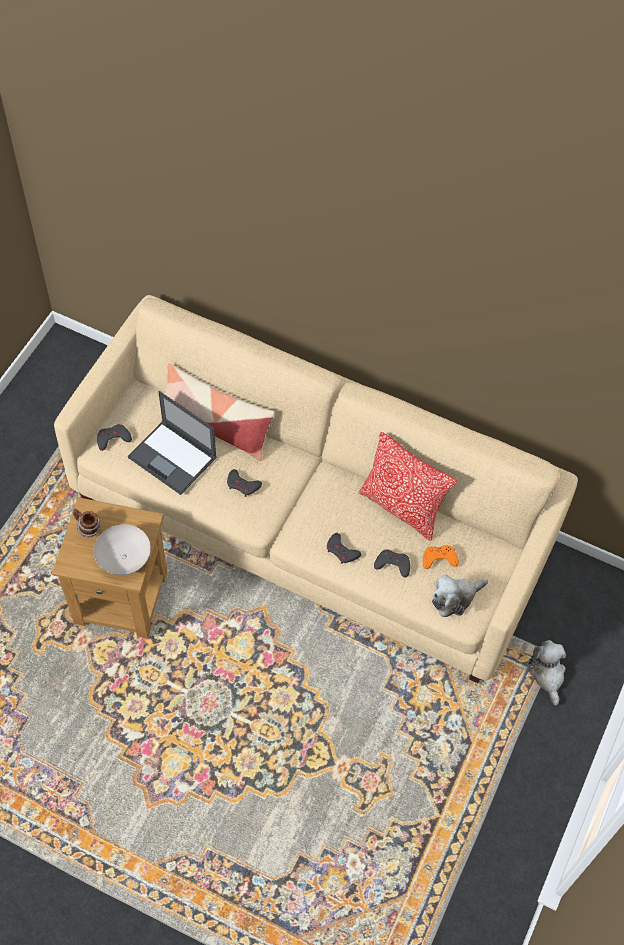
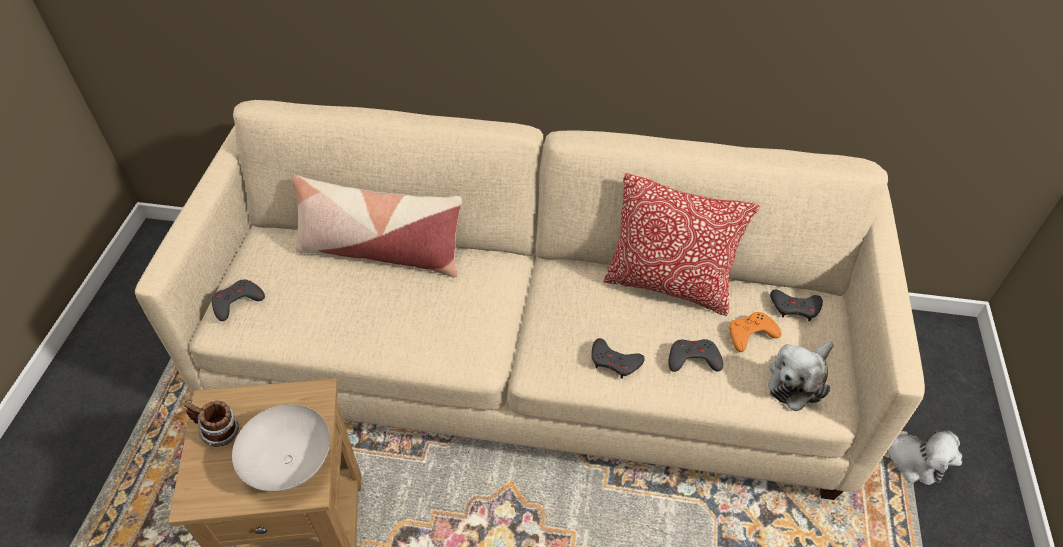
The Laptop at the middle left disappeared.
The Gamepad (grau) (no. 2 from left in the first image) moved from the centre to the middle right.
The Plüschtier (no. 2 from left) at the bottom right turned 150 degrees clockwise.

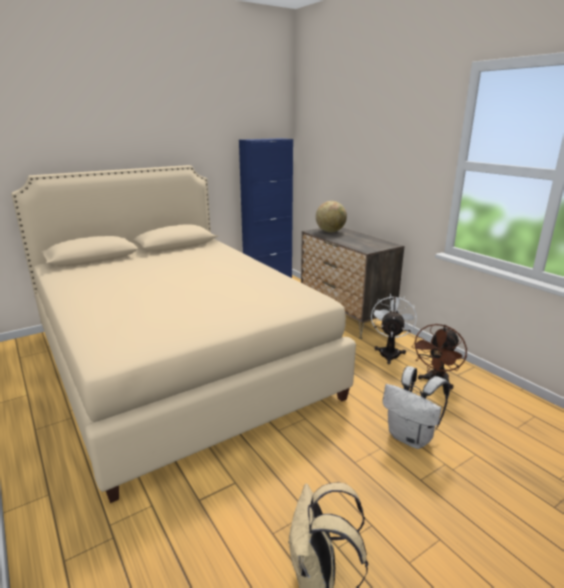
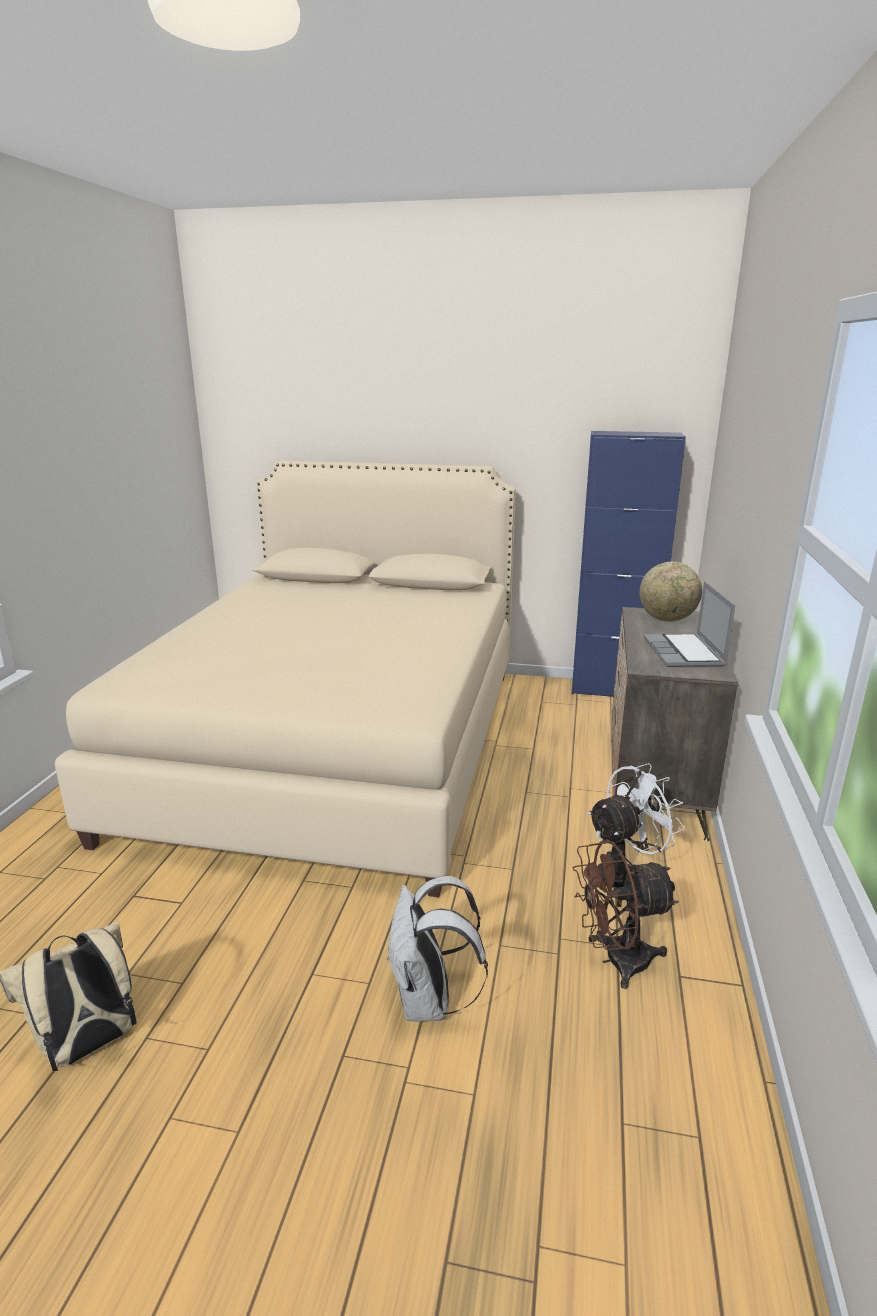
The Laptop at the middle right appeared.

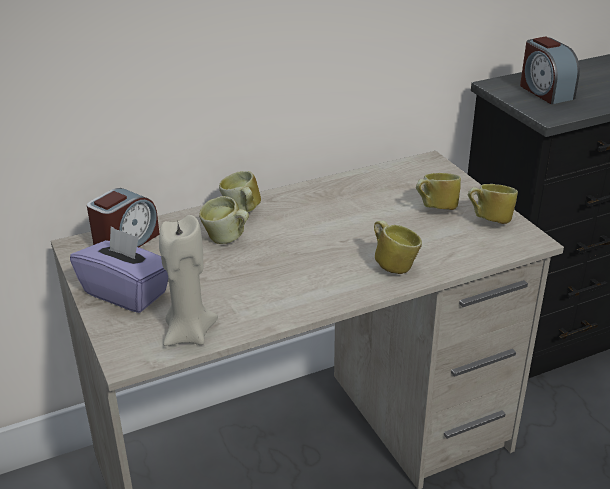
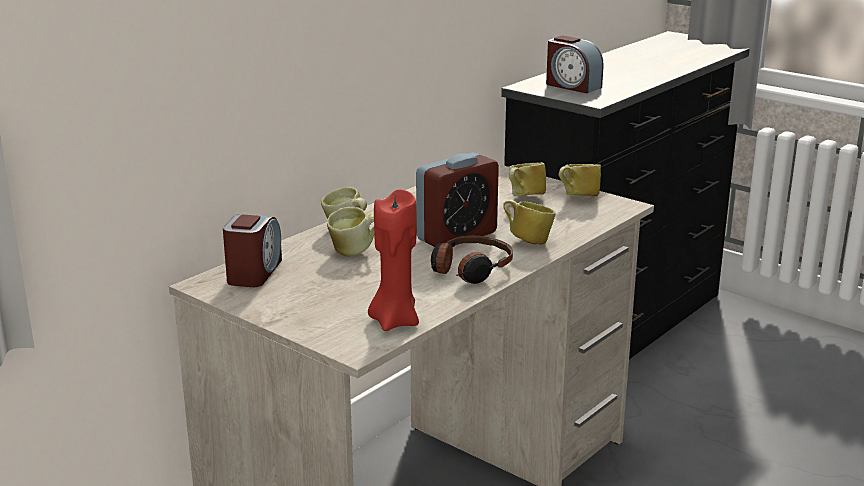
The Taschentuchbox (lila) at the middle left disappeared.
The Kerze (beige) at the middle left became the Kerze (rot) at the centre.
The Wecker (no. 2 from left) at the centre appeared.
The Kopfhörer at the centre appeared.

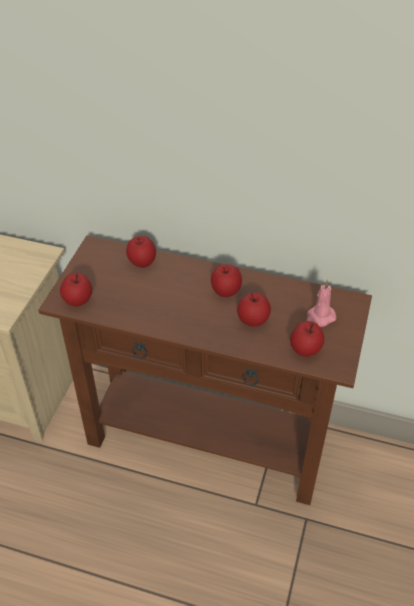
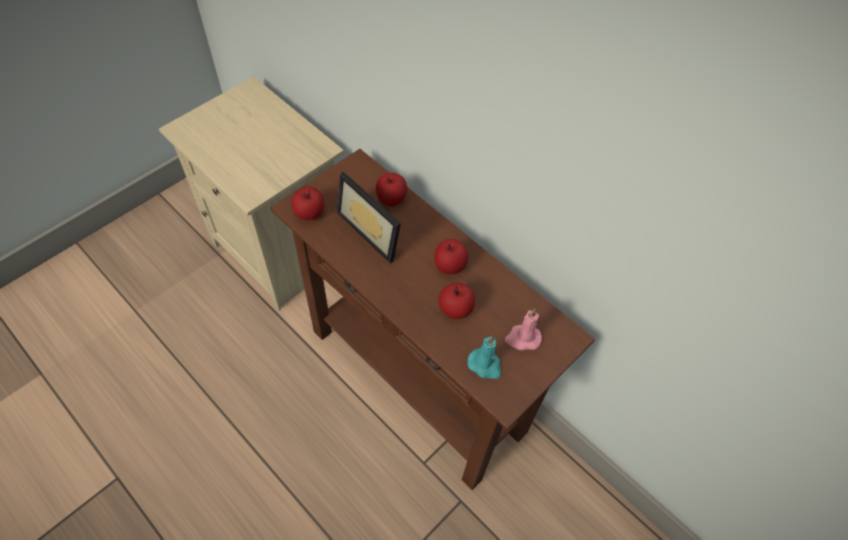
The Apfel (no. 5 from left) at the middle right was replaced by the Kerze (türkis) at the centre.
The Bilderrahmen at the centre appeared.

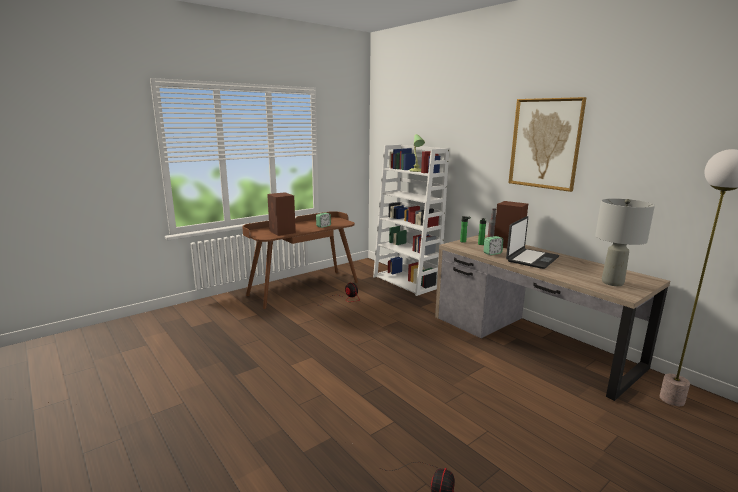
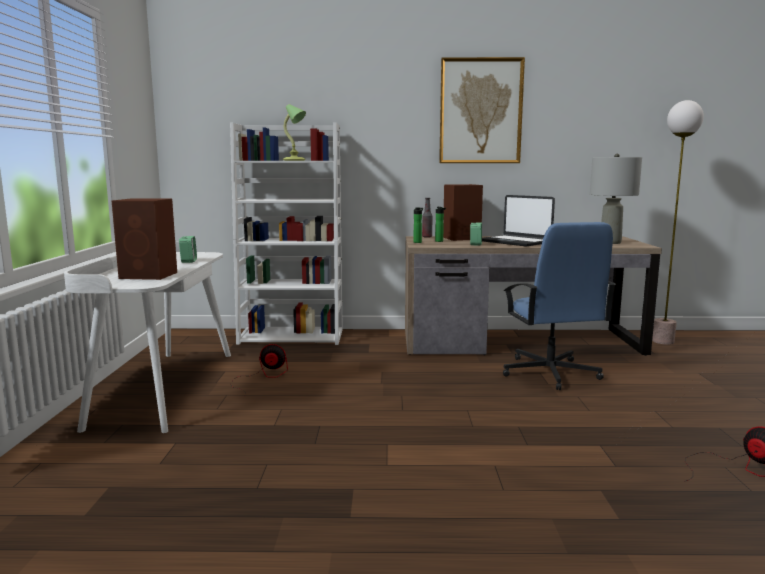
The Schreibtisch (braun) (no. 1 from left) at the centre became the Schreibtisch (weiß) at the middle left.
The Laptop at the middle right turned 150 degrees clockwise.
The Bürostuhl (blau) at the middle right appeared.

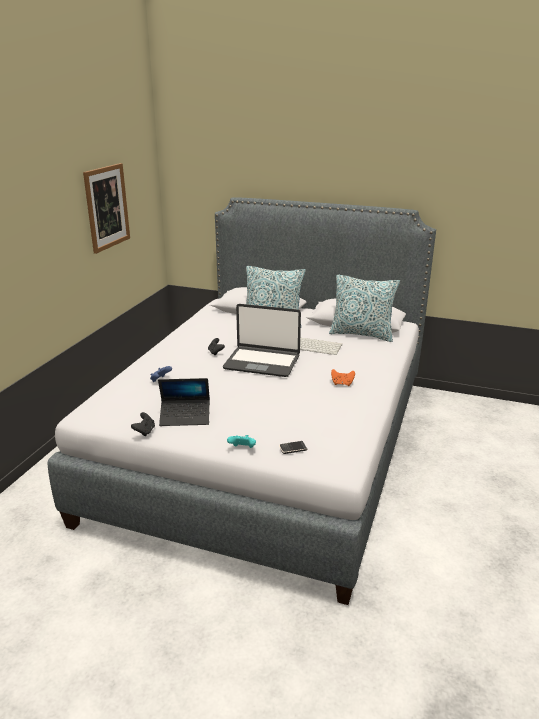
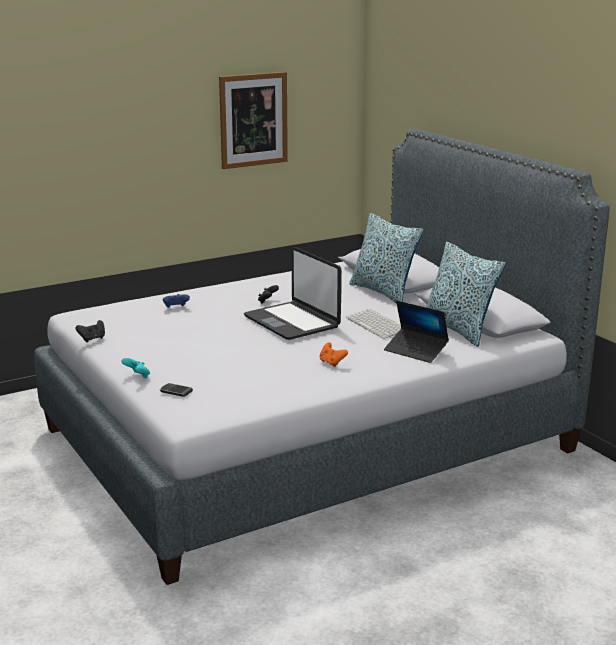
The Laptop (no. 1 from left in the first image) moved from the centre to the middle right.

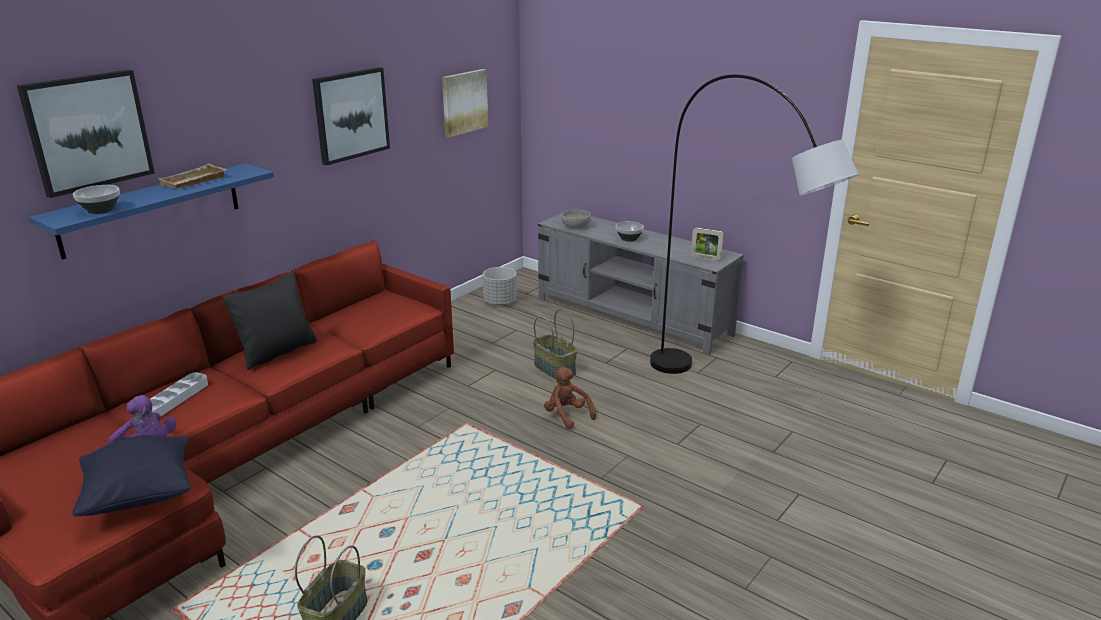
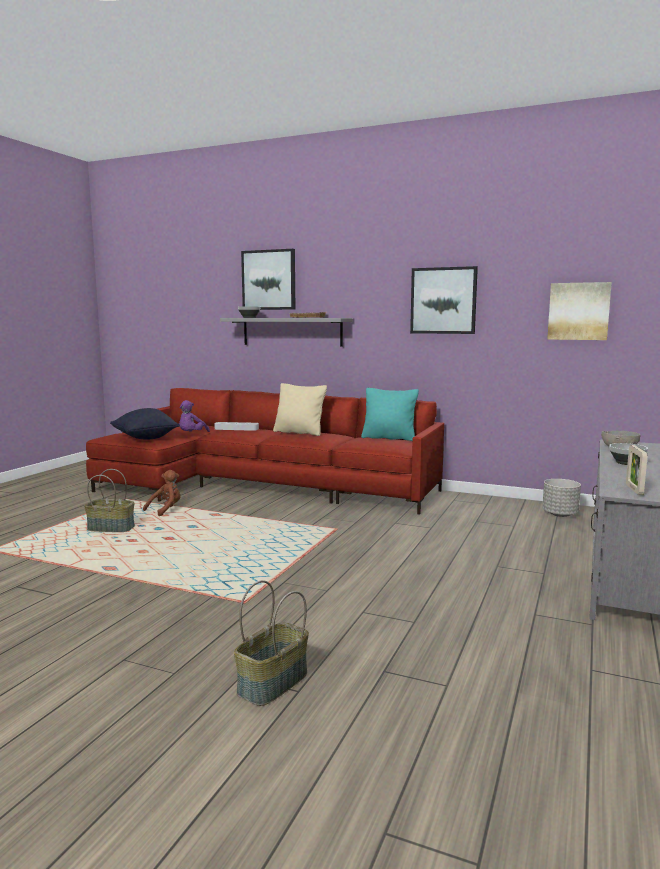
The Wandregal (blau) at the middle left became the Wandregal (grau) at the centre.
The Kissen (schwarz) (no. 2 from left) at the middle left became the Kissen (beige) at the centre.
The Korb (no. 2 from left) moved from the centre to the bottom centre.
The Plüschtier (braun) moved from the centre to the middle left.
The Stehlampe (grau) at the middle right disappeared.
The Kissen (türkis) at the centre appeared.

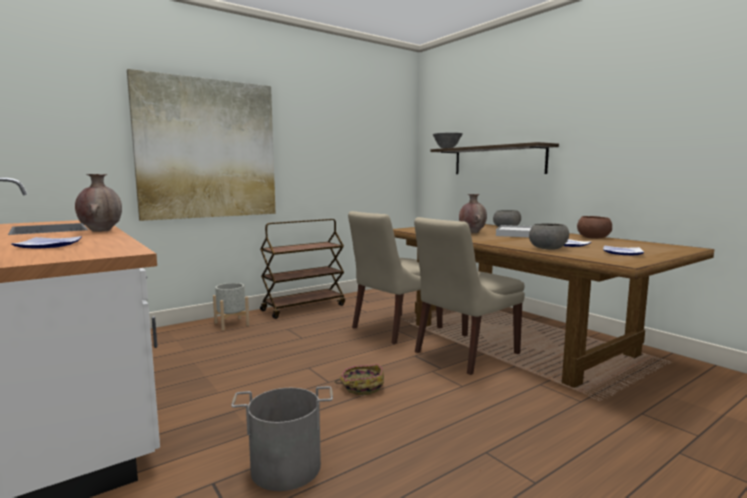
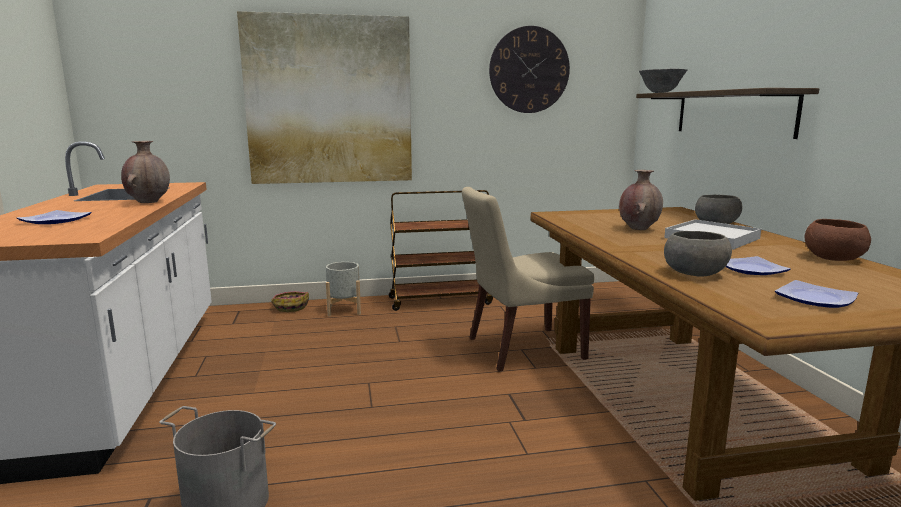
The Korb moved from the bottom centre to the middle left.
The Stuhl (beige) (no. 2 from left) at the centre disappeared.
The Wanduhr at the top centre appeared.

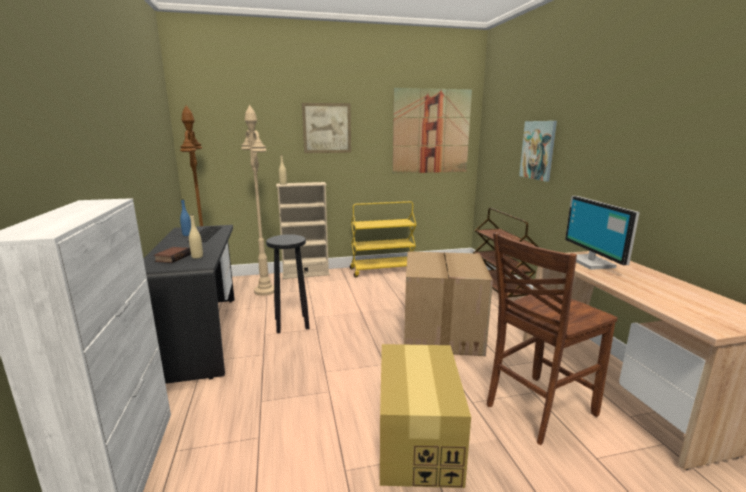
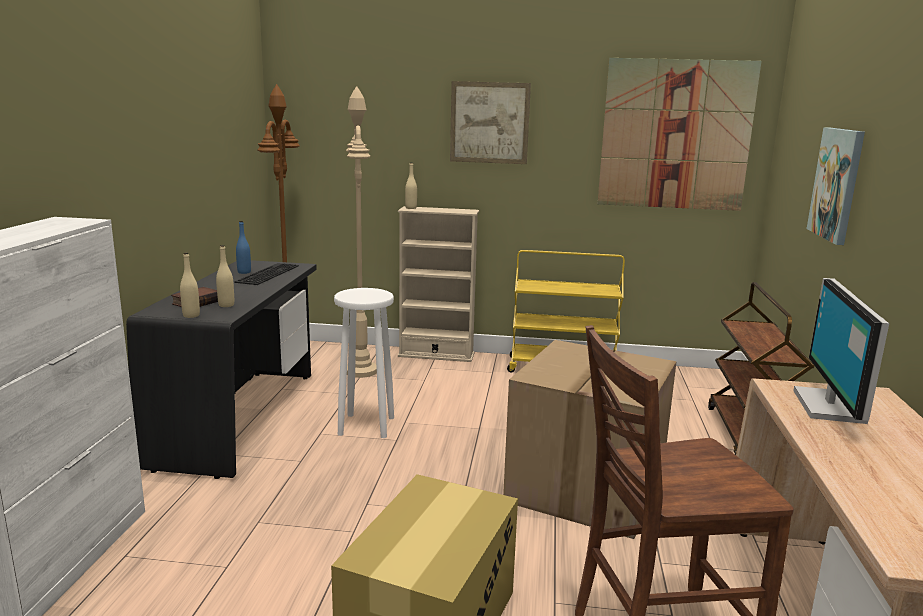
The Hocker (schwarz) at the centre became the Hocker (weiß) at the centre.
The Flasche (beige) (no. 1 from left) at the middle left appeared.

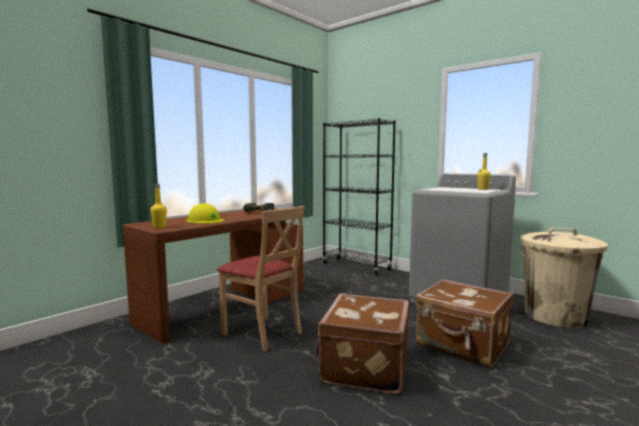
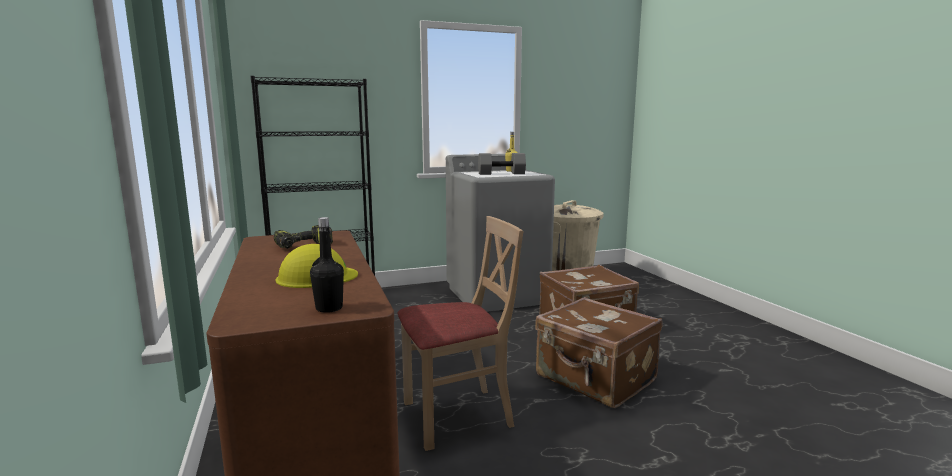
The Flasche (gelb) (no. 1 from left) at the middle left became the Flasche (schwarz) at the centre.
The Hantel (grau) at the centre appeared.

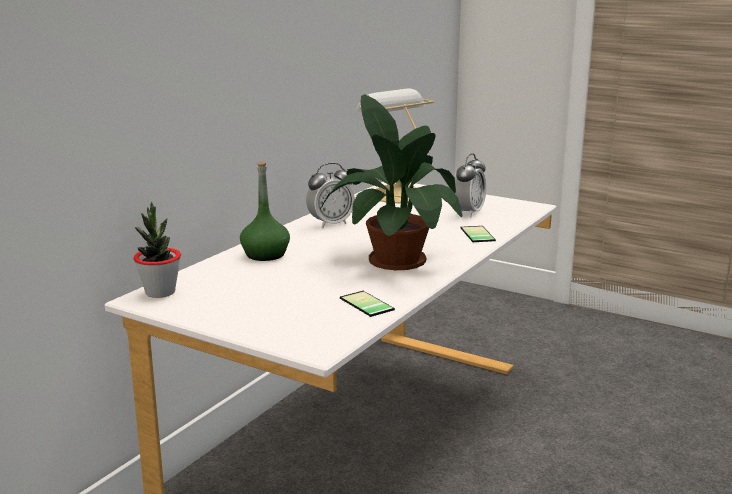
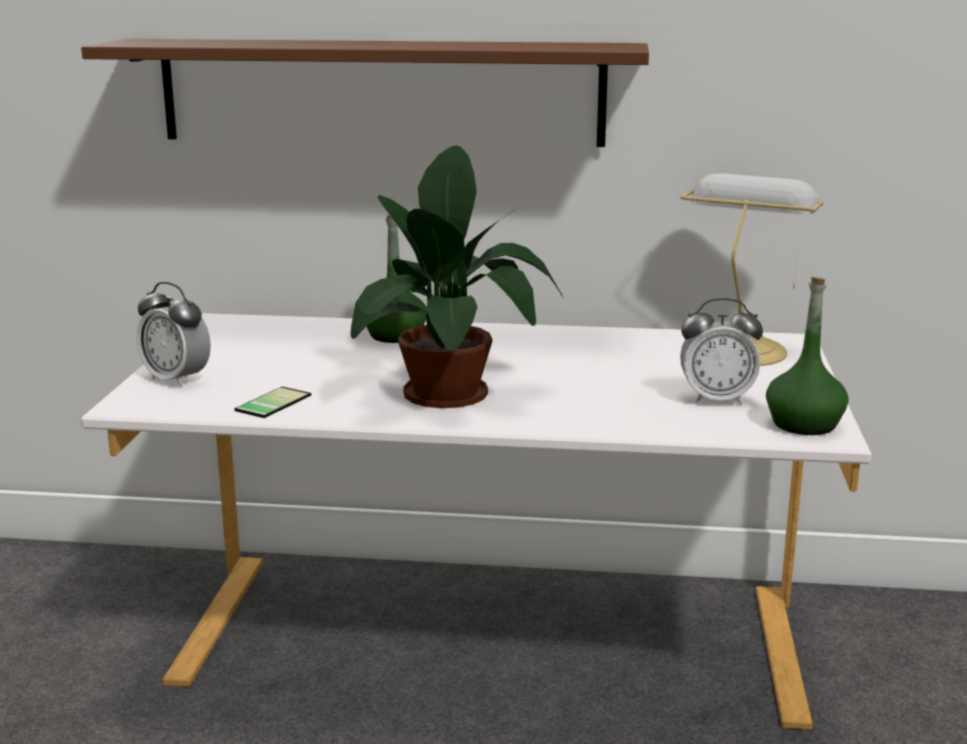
The Topfpflanze (no. 1 from left) at the middle left disappeared.
The Wecker (no. 1 from left) moved from the centre to the middle left.
The Handy (no. 2 from left) at the centre disappeared.
The Wandregal (braun) at the top centre appeared.
The Flasche (grün) (no. 2 from left) at the middle right appeared.

